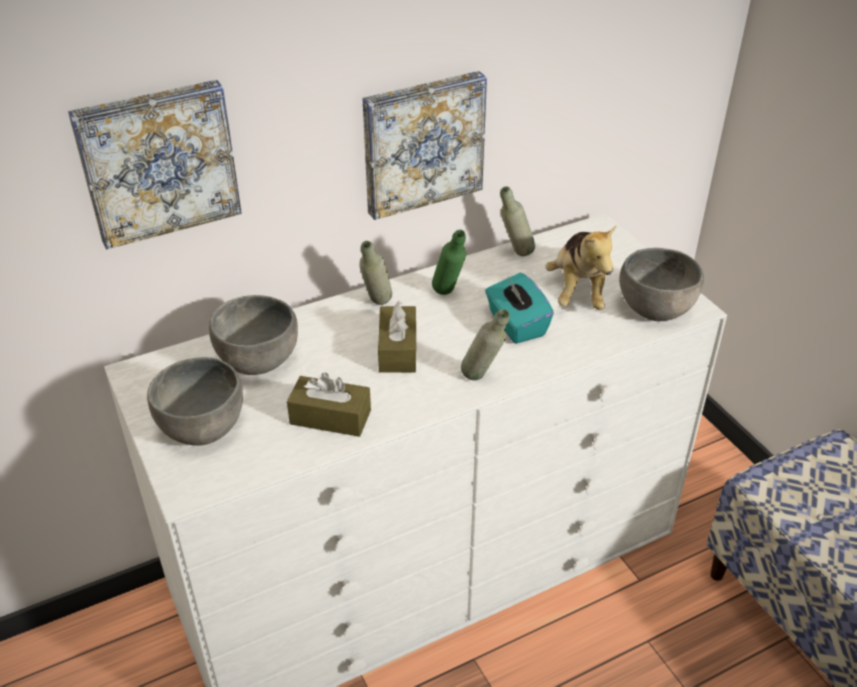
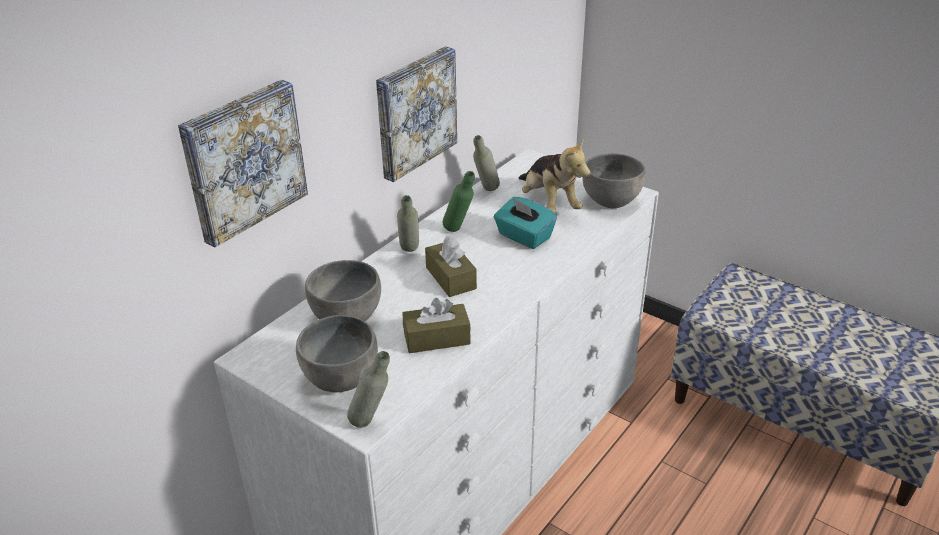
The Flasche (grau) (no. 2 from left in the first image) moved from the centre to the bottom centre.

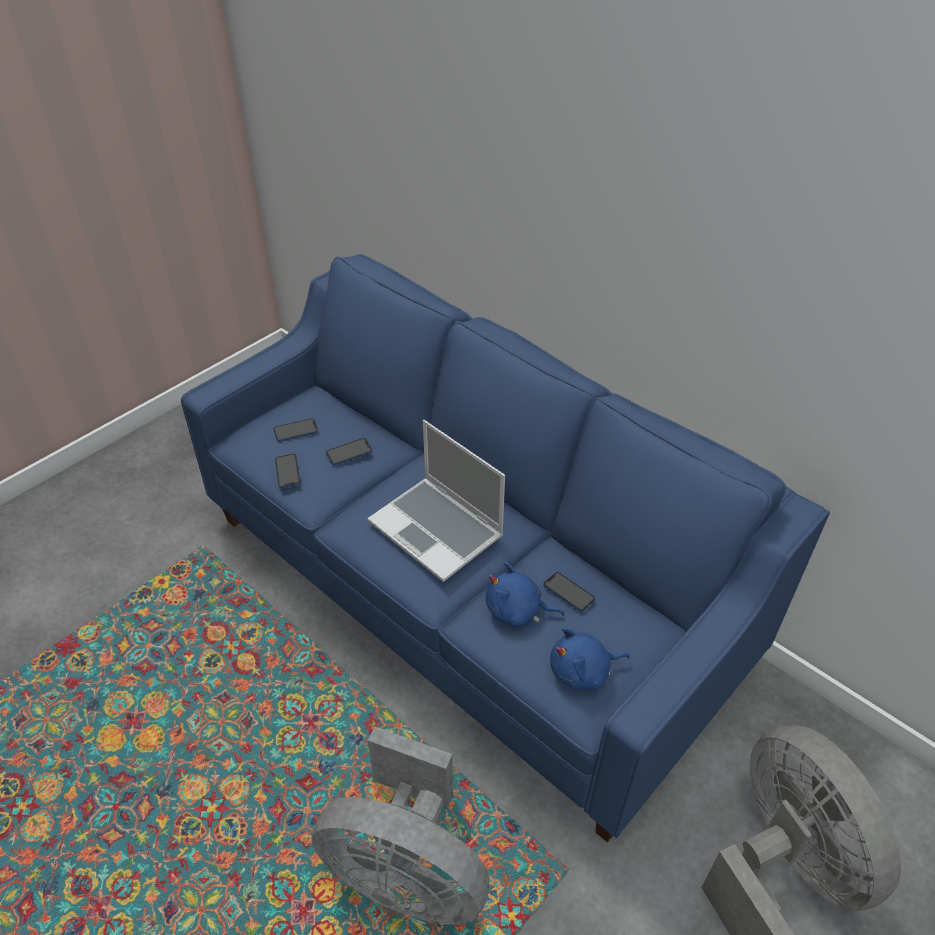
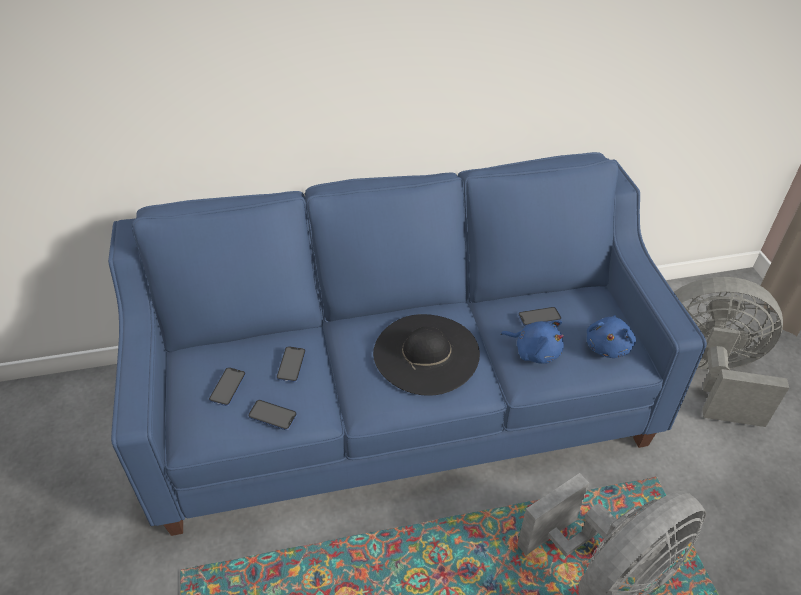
The Laptop at the centre was replaced by the Hut (schwarz) at the centre.
The Plüschtier (blau) (no. 1 from left) at the centre turned 105 degrees counterclockwise.

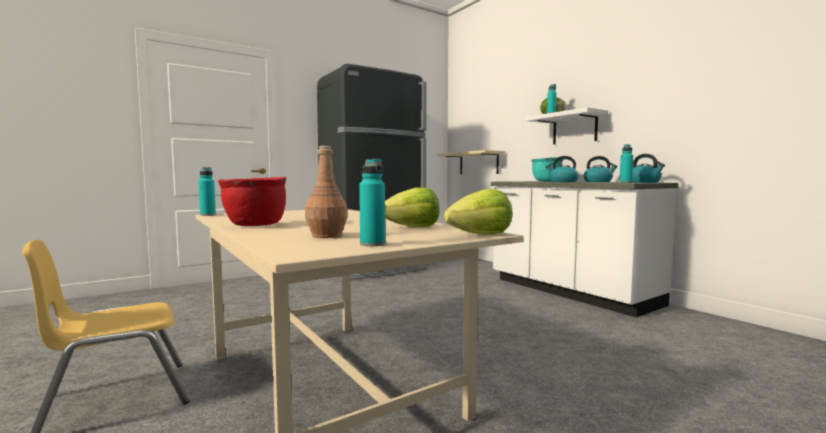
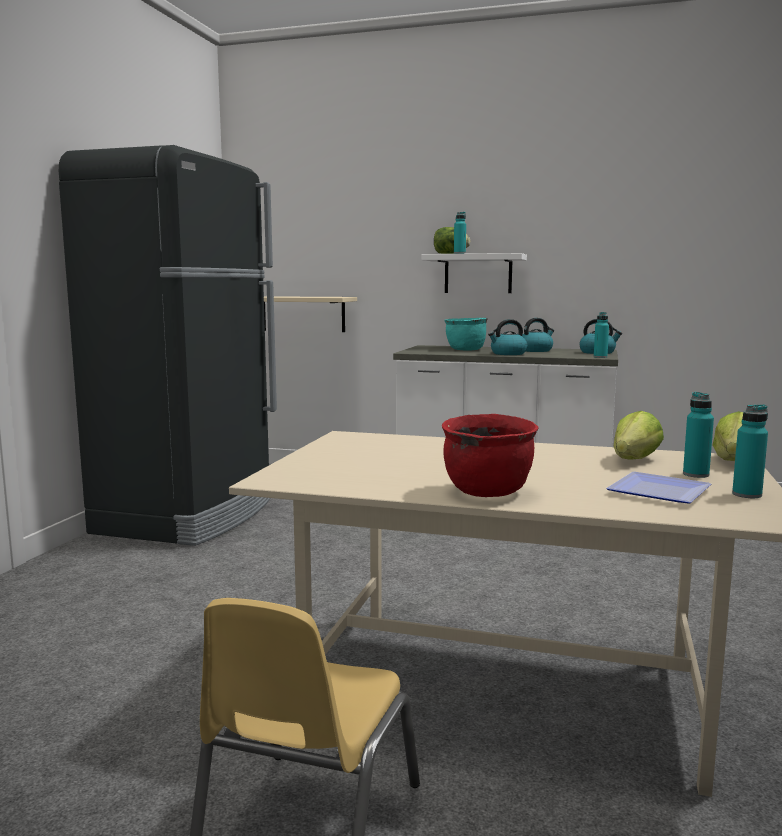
The Flasche (türkis) (no. 1 from left in the first image) moved from the middle left to the middle right.
The Flasche (braun) at the centre was replaced by the Teller at the middle right.

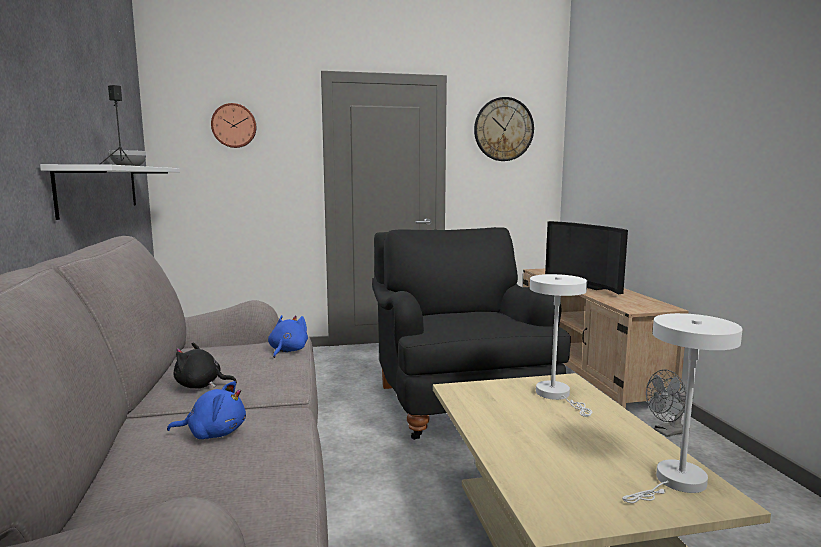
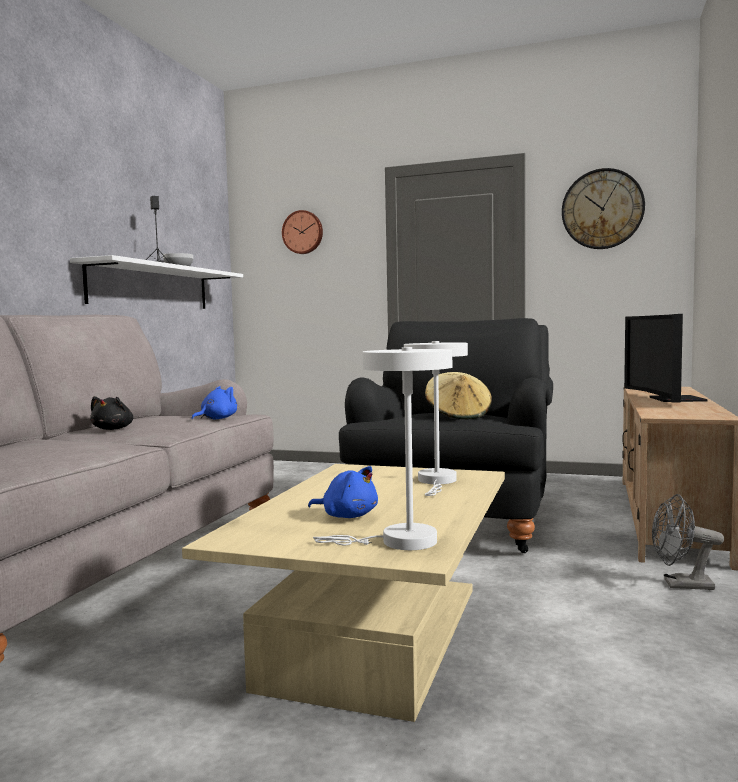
The Plüschtier (blau) (no. 1 from left in the first image) moved from the bottom left to the centre.
The Plüschtier (schwarz) at the bottom left turned 120 degrees counterclockwise.
The Hut (beige) at the centre appeared.

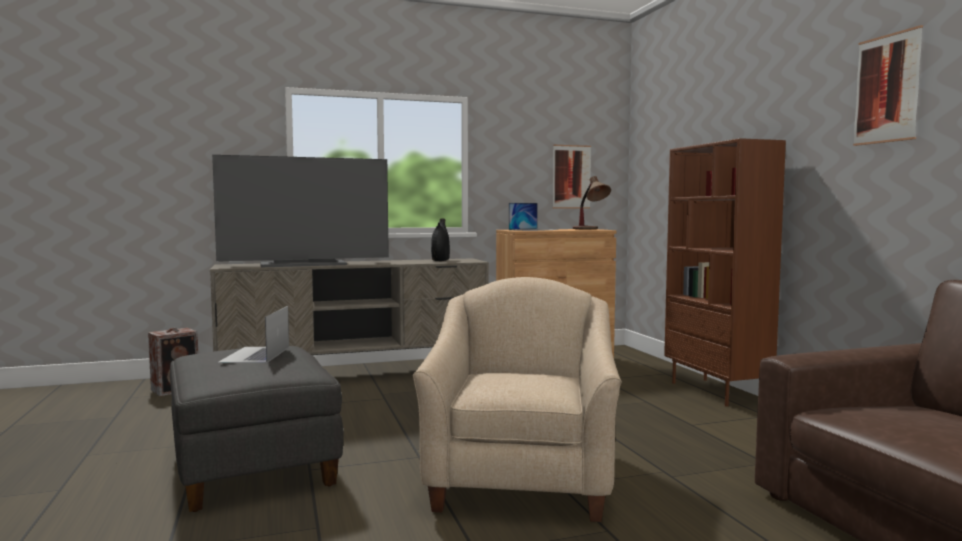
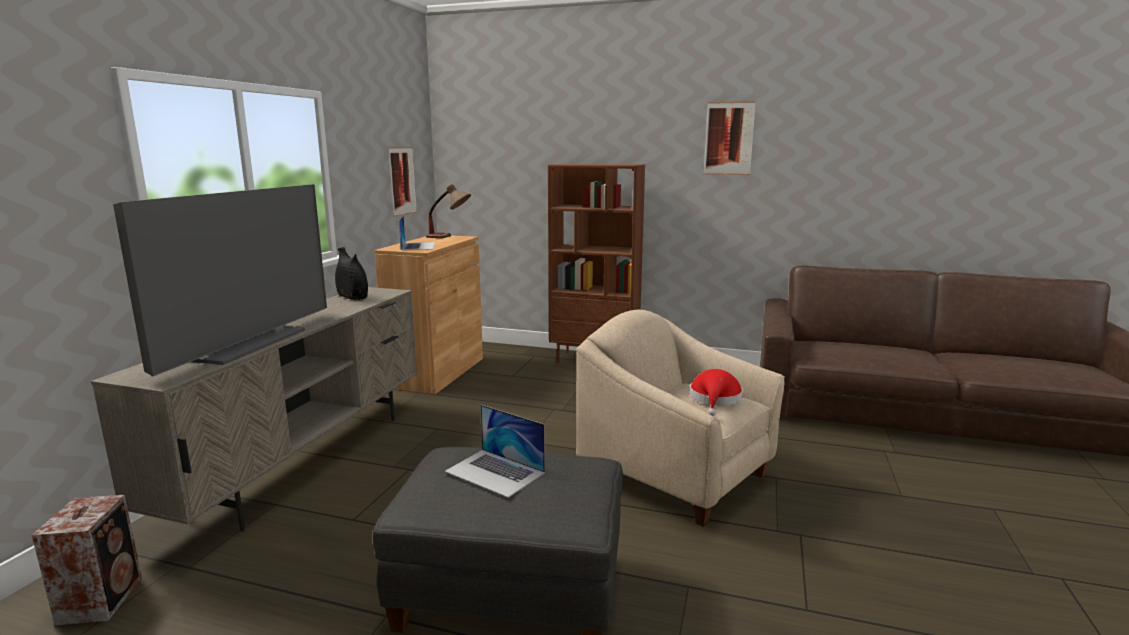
The Hut (rot) at the centre appeared.

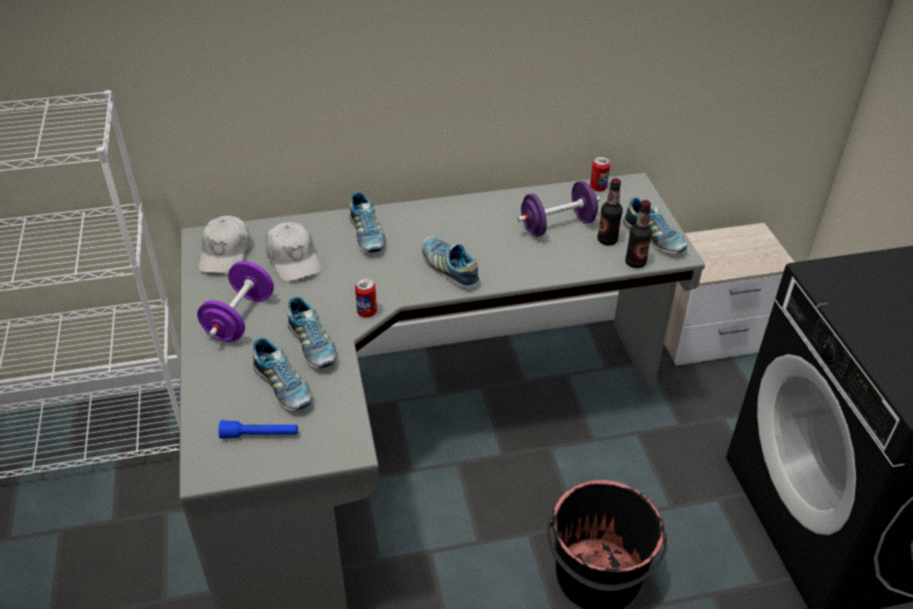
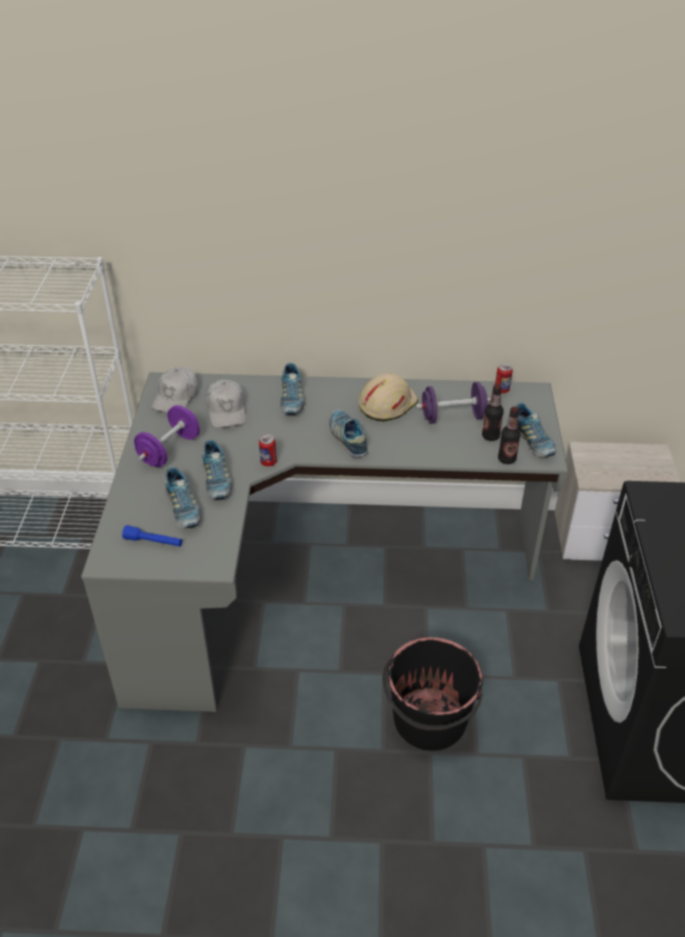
The Schutzhelm (beige) at the centre appeared.

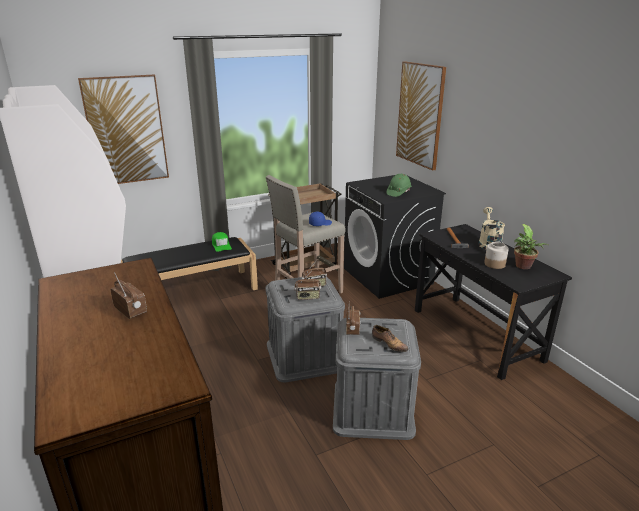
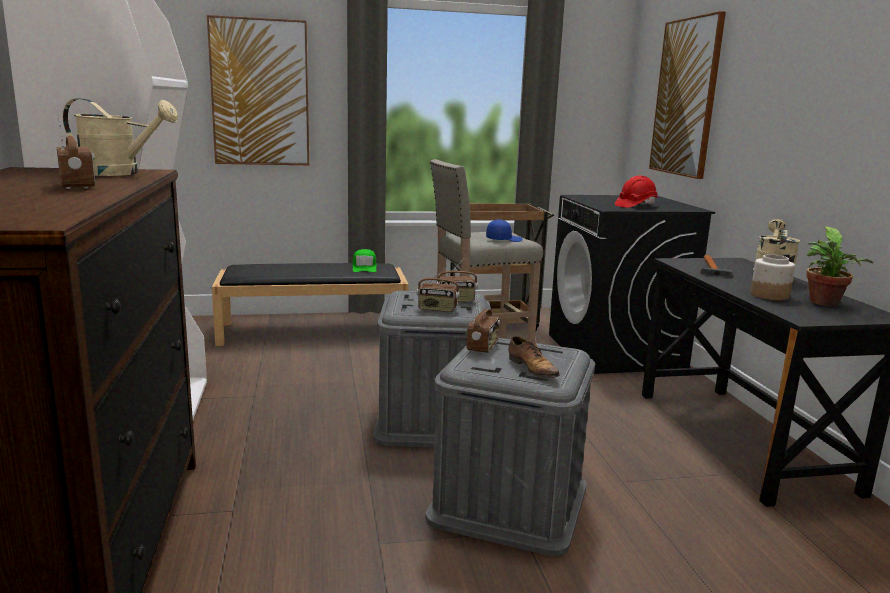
The Schutzhelm (grün) at the centre became the Schutzhelm (rot) at the top right.
The Gießkanne (beige) (no. 1 from left) at the top left appeared.

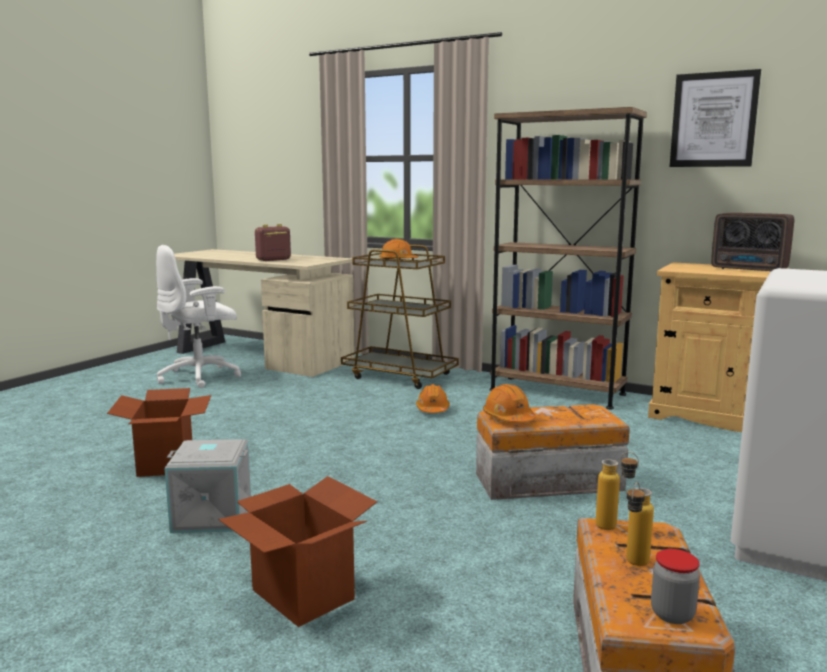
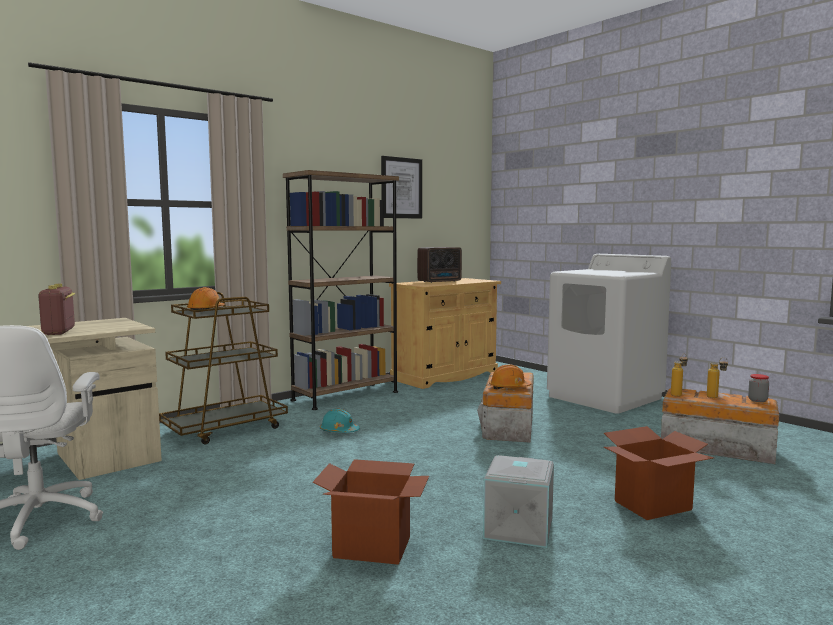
The Schutzhelm (orange) (no. 2 from left) at the centre became the Schutzhelm (türkis) at the bottom centre.

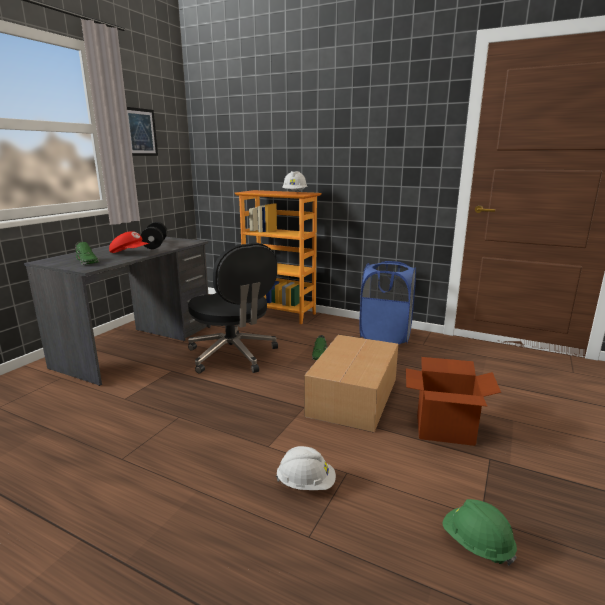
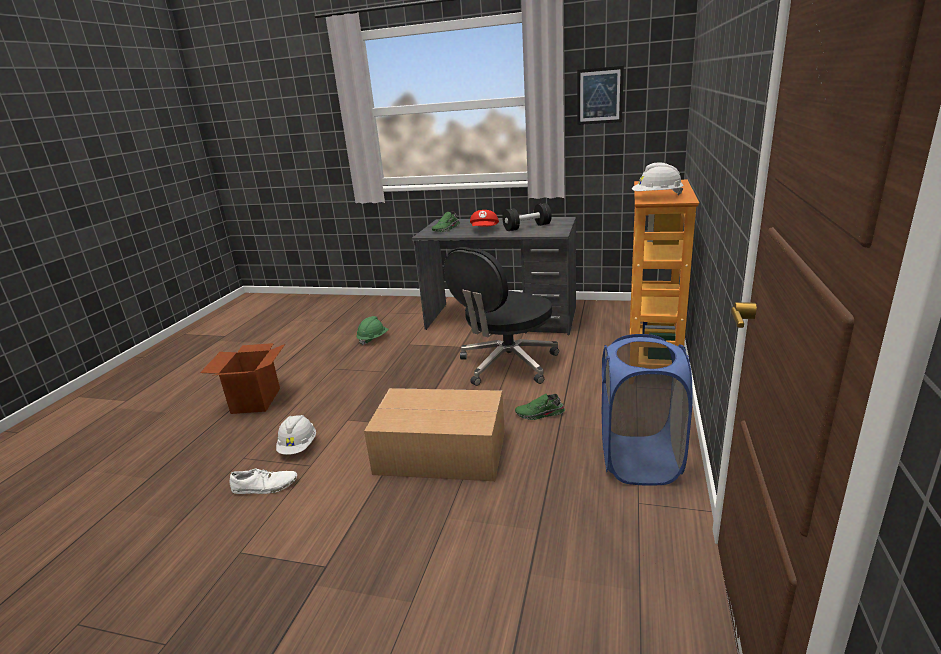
The Karton (no. 2 from left in the first image) moved from the middle right to the middle left.
The Schutzhelm (grün) moved from the bottom right to the centre.
The Schuh (weiß) at the bottom left appeared.

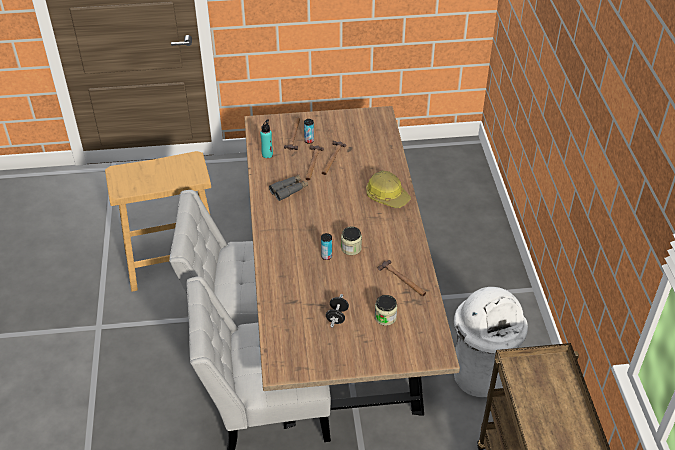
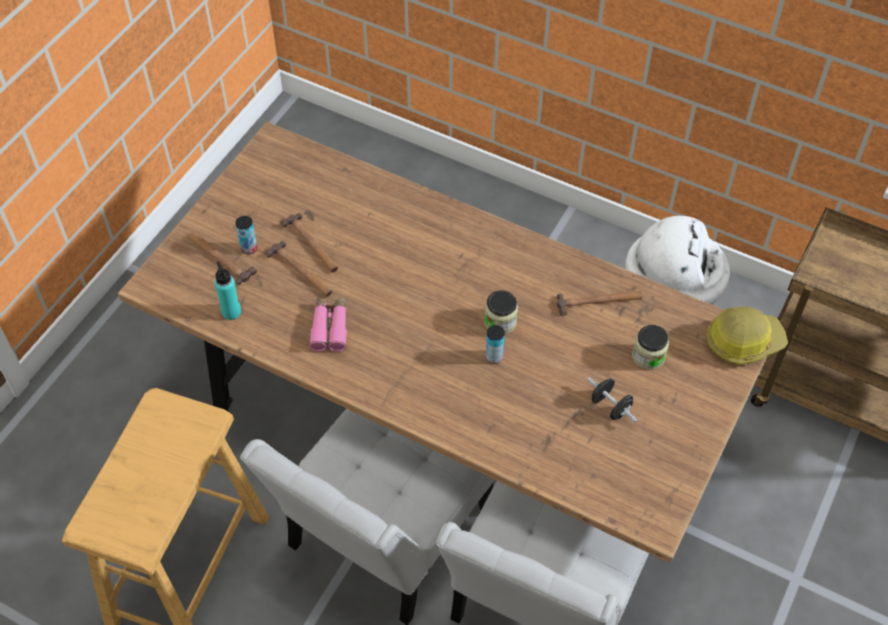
The Fernglas (grau) at the centre became the Fernglas (rosa) at the centre.
The Schutzhelm moved from the centre to the middle right.

